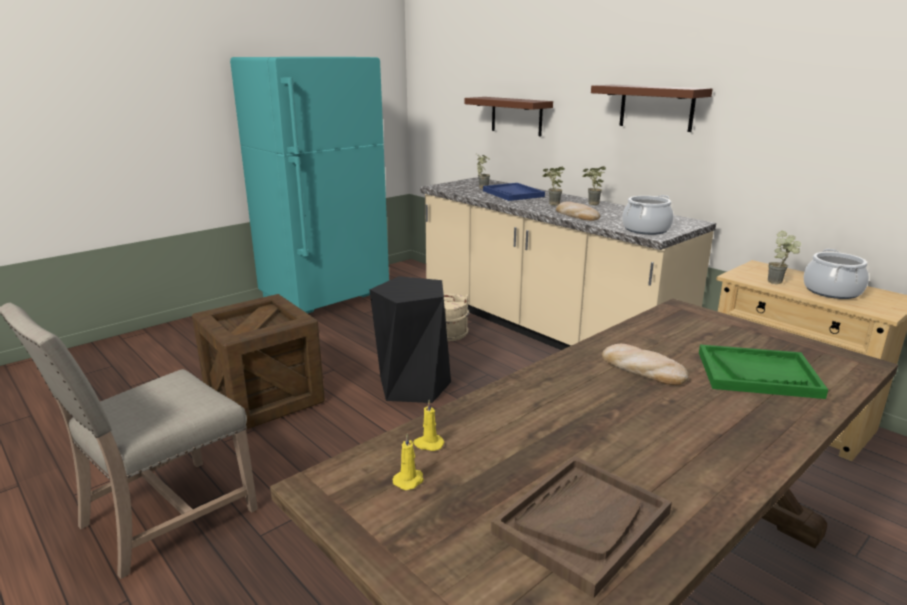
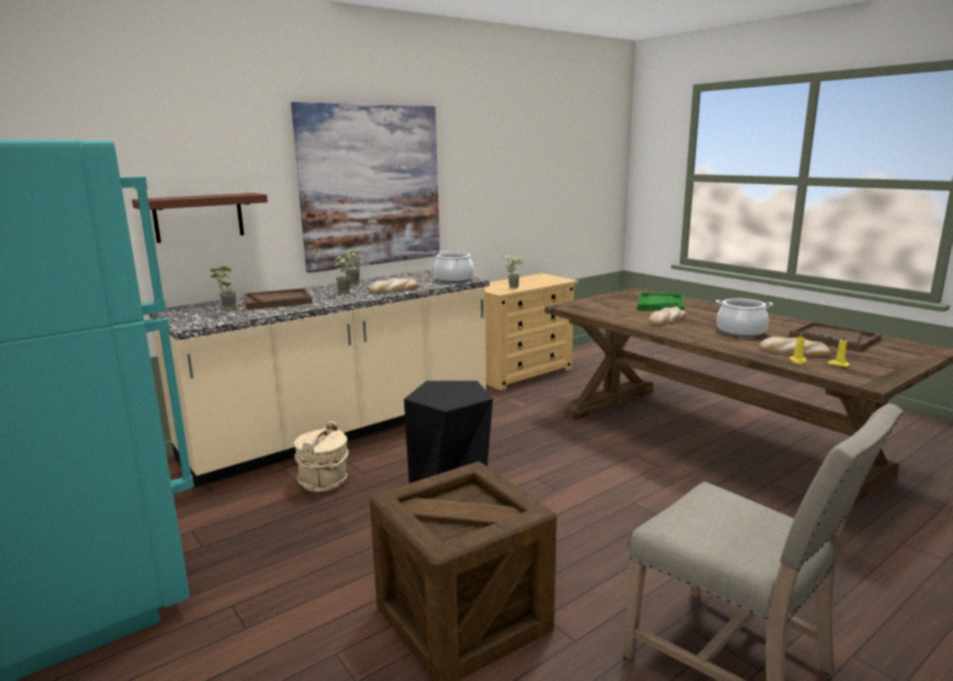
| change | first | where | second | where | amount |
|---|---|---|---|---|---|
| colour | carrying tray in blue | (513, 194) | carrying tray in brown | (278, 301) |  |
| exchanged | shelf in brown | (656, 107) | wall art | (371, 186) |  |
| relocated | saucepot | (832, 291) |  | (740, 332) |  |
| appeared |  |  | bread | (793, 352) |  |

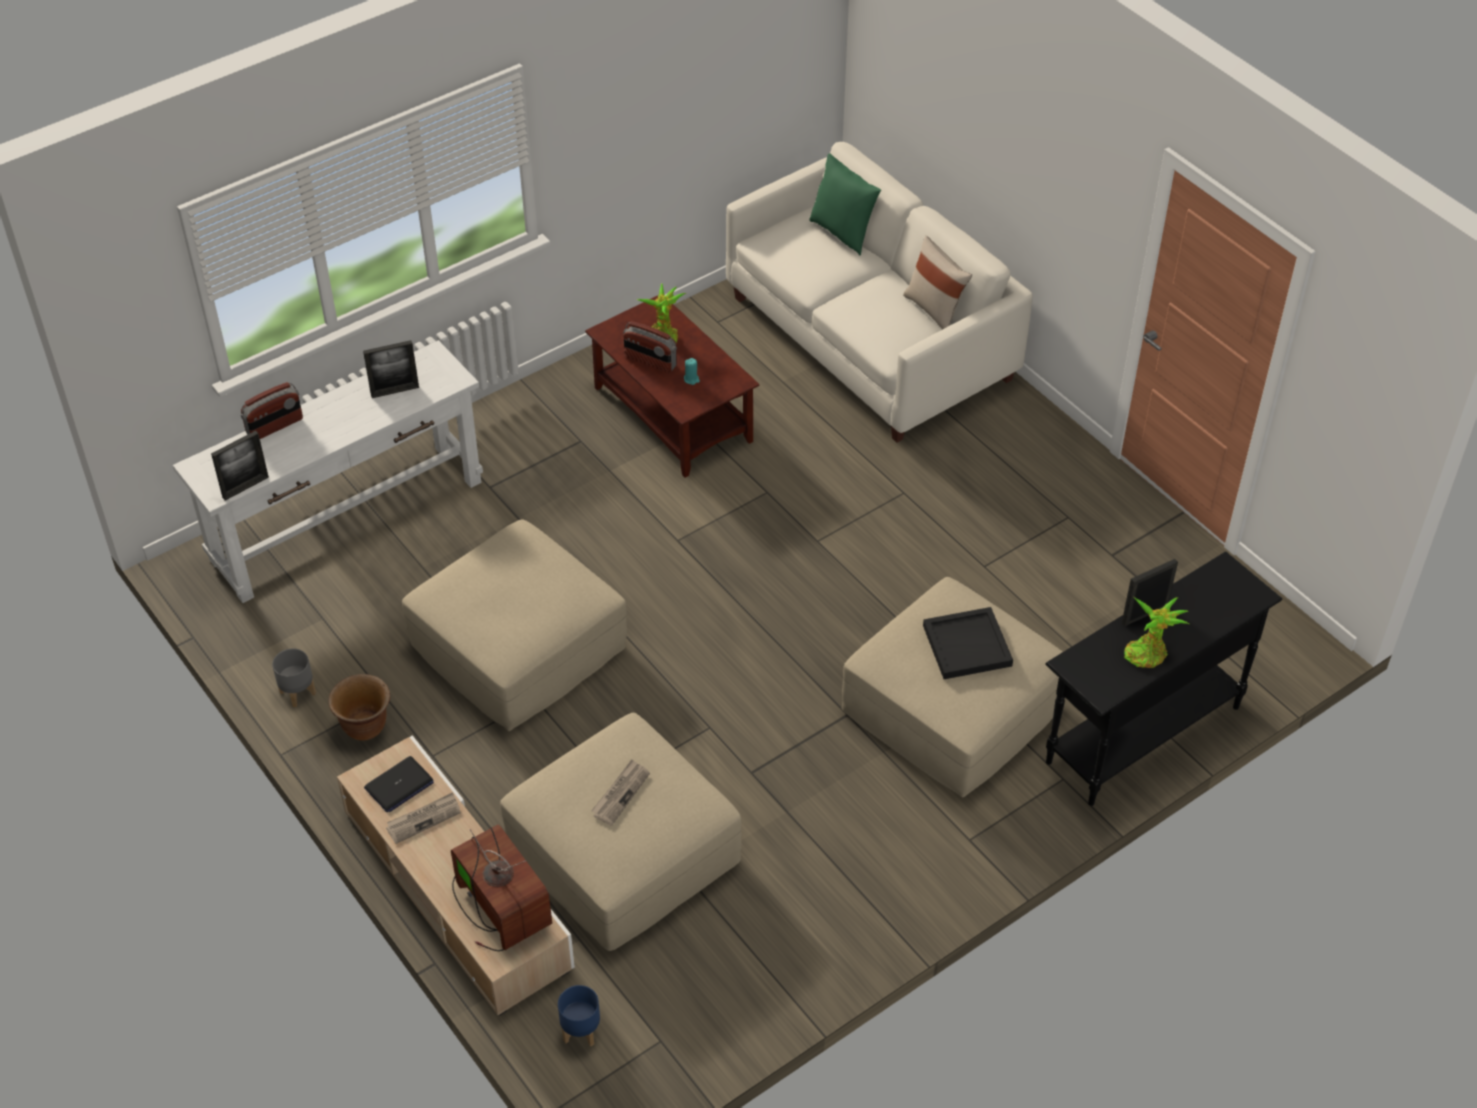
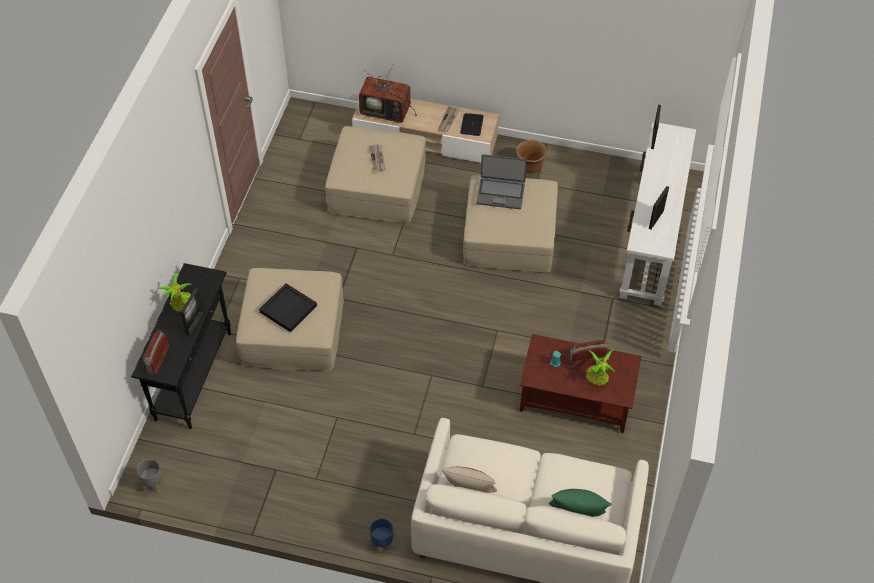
| change | first | where | second | where | amount |
|---|---|---|---|---|---|
| relocated | radio receiver | (275, 426) |  | (157, 360) |  |
| relocated | plant pot in gray | (297, 692) |  | (154, 484) |  |
| relocated | plant pot in blue | (581, 1031) |  | (382, 543) |  |
| appeared |  |  | portable computer | (500, 193) |  |

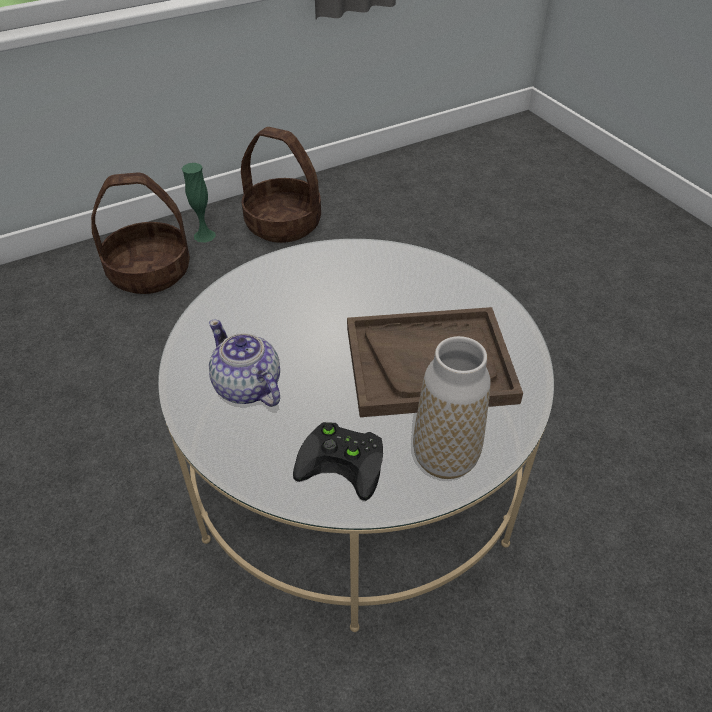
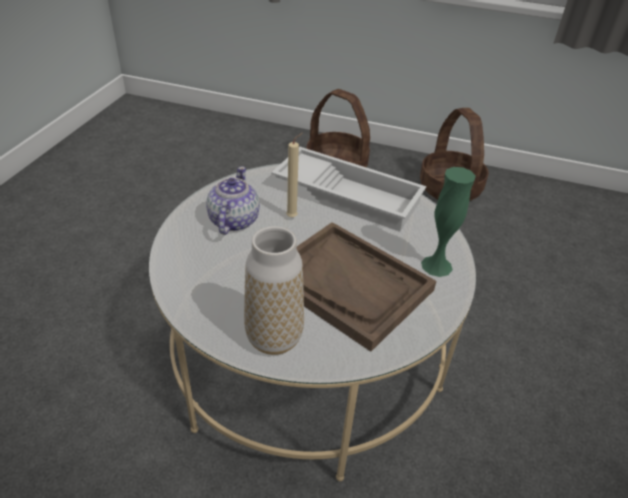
| change | first | where | second | where | amount |
|---|---|---|---|---|---|
| relocated | decorative vase in green-coloured | (204, 235) |  | (436, 266) |  |
| missing | game controller in black | (345, 461) |  |  |  |
| appeared |  |  | carrying tray in whitish | (349, 194) |  |
| appeared |  |  | wax candle in beige | (293, 217) |  |

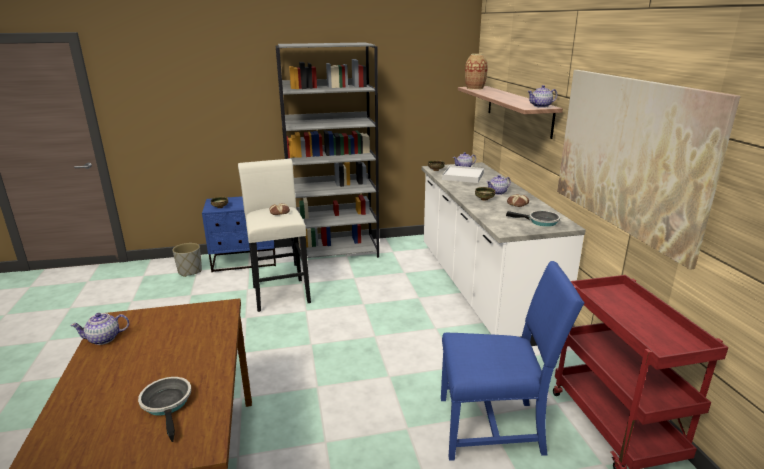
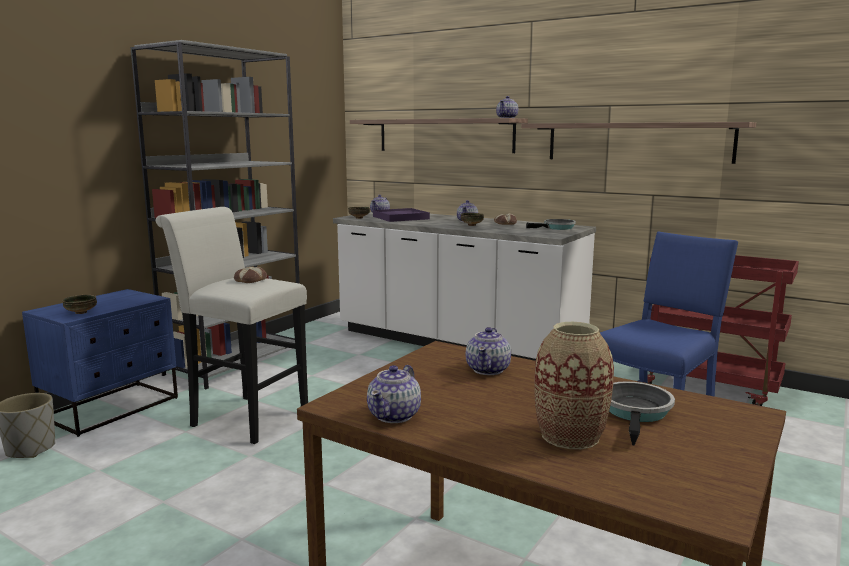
| change | first | where | second | where | amount |
|---|---|---|---|---|---|
| spun | skillet | (168, 404) |  | (636, 413) | 90 degrees clockwise |
| colour | carrying tray in whitish | (463, 176) | carrying tray in purplish | (400, 218) |  |
| relocated | decorative vase | (474, 88) |  | (569, 436) |  |
| exchanged | wall art | (628, 155) | shelf | (637, 142) |  |
| appeared |  |  | pot for tea | (488, 369) |  |

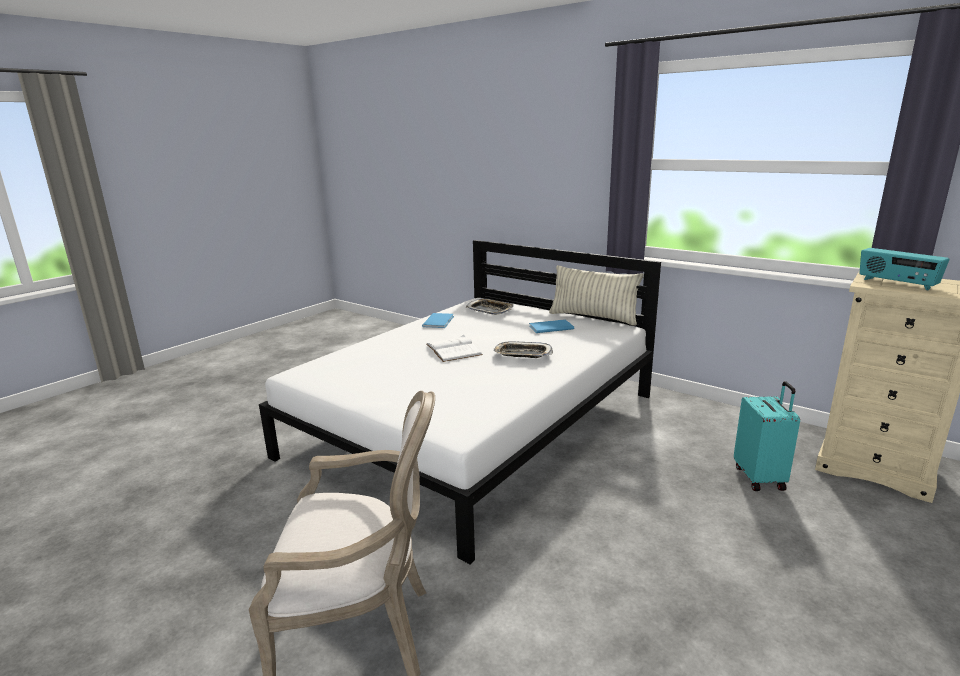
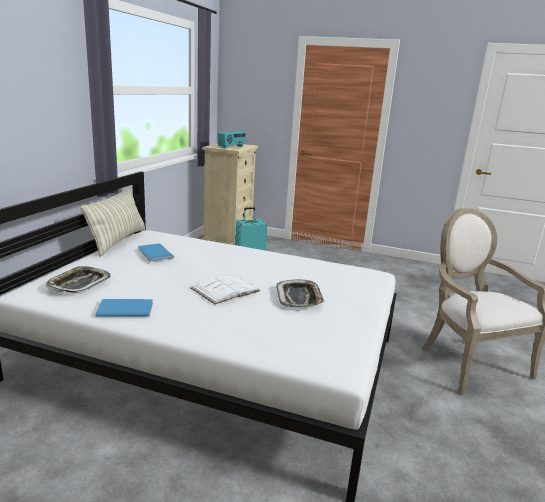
| change | first | where | second | where | amount |
|---|---|---|---|---|---|
| relocated | carrying tray | (522, 354) |  | (299, 298) |  |

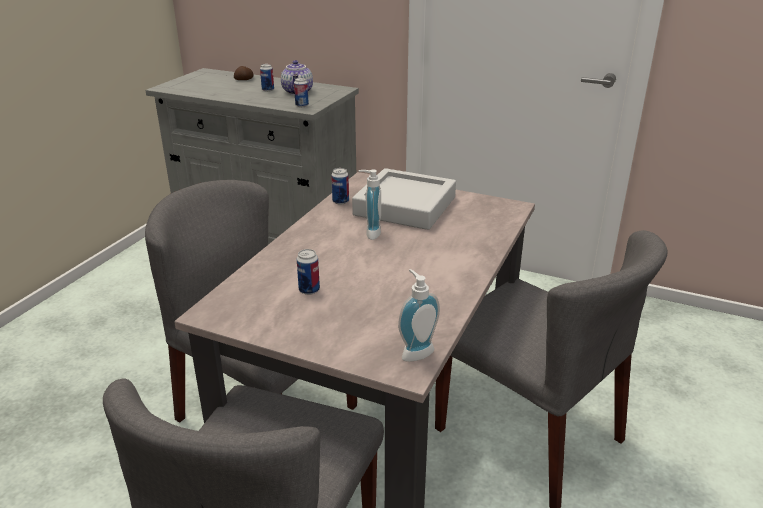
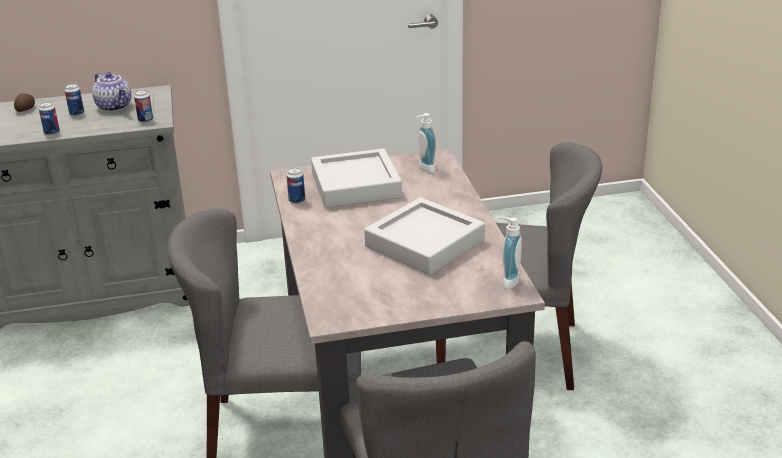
| change | first | where | second | where | amount |
|---|---|---|---|---|---|
| relocated | can | (309, 290) |  | (52, 133) |  |
| relocated | liquid soap bottle | (370, 233) |  | (424, 169) |  |
| appeared |  |  | carrying tray in gray | (425, 243) |  |

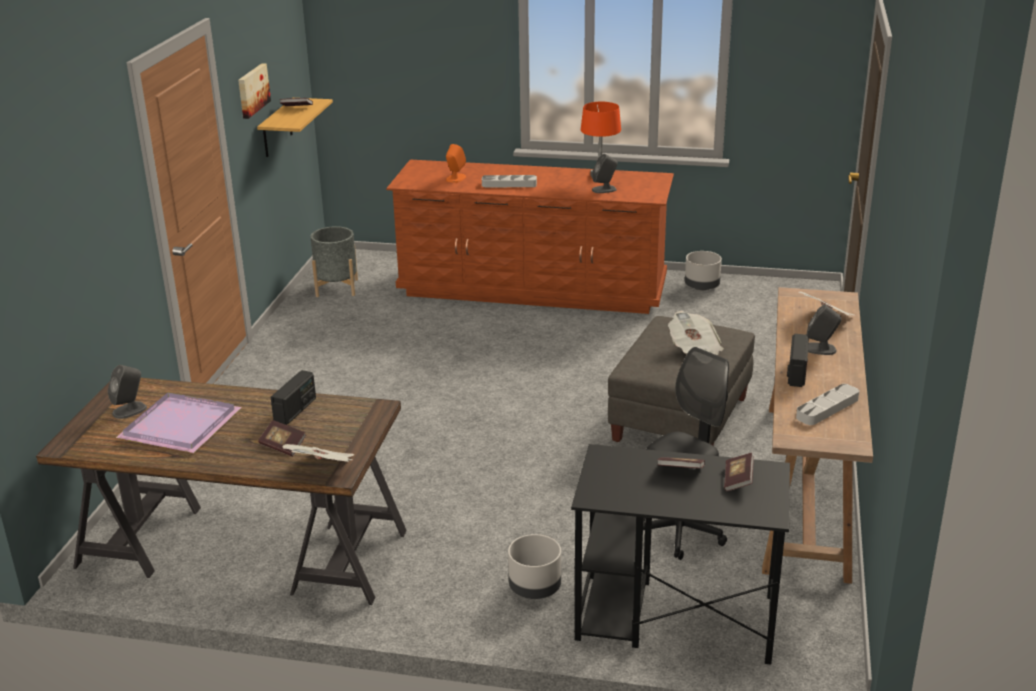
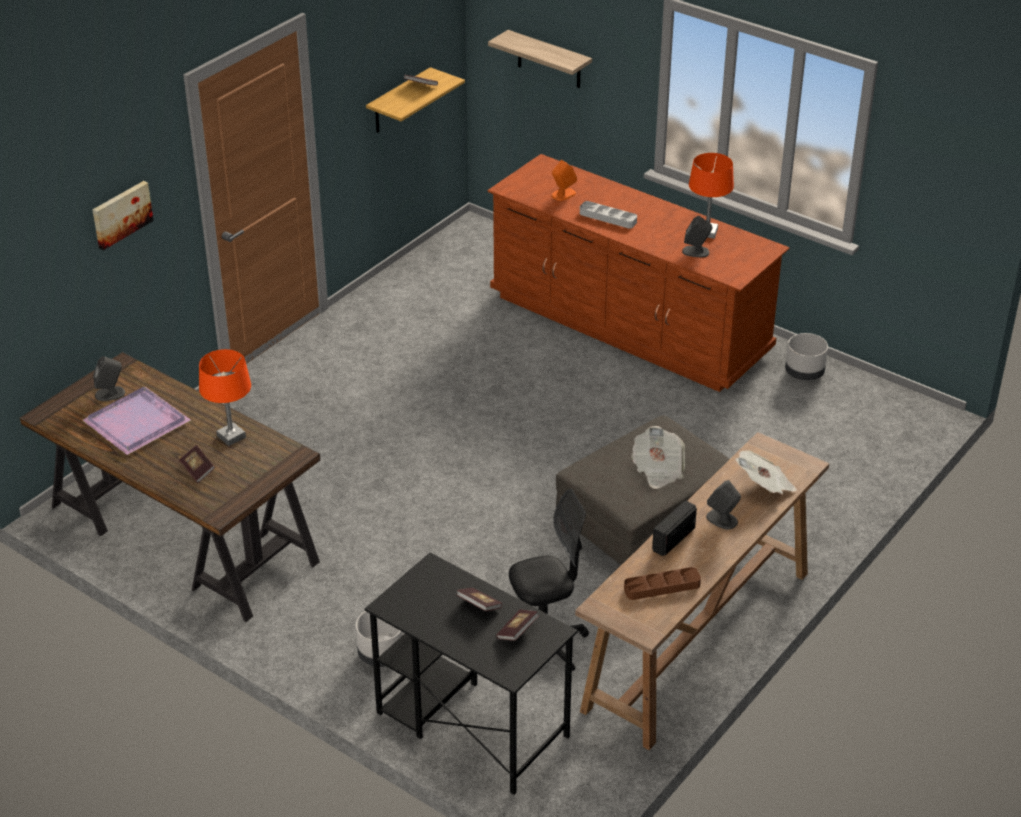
| change | first | where | second | where | amount |
|---|---|---|---|---|---|
| relocated | wall art | (252, 90) |  | (121, 214) |  |
| exchanged | radio receiver | (295, 410) | table lamp in orange | (231, 436) |  |
| missing | daily paper | (323, 468) |  |  |  |
| missing | plant pot in gray | (337, 288) |  |  |  |
| colour | carrying tray in gray | (827, 408) | carrying tray in brown | (662, 587) |  |
| appeared |  |  | shelf | (549, 60) |  |

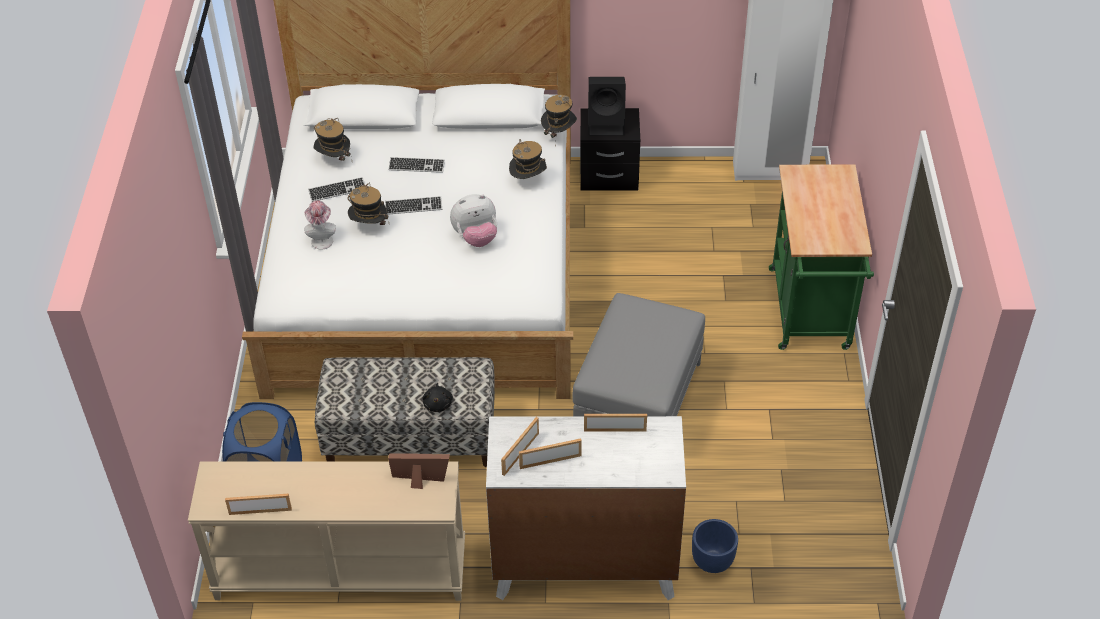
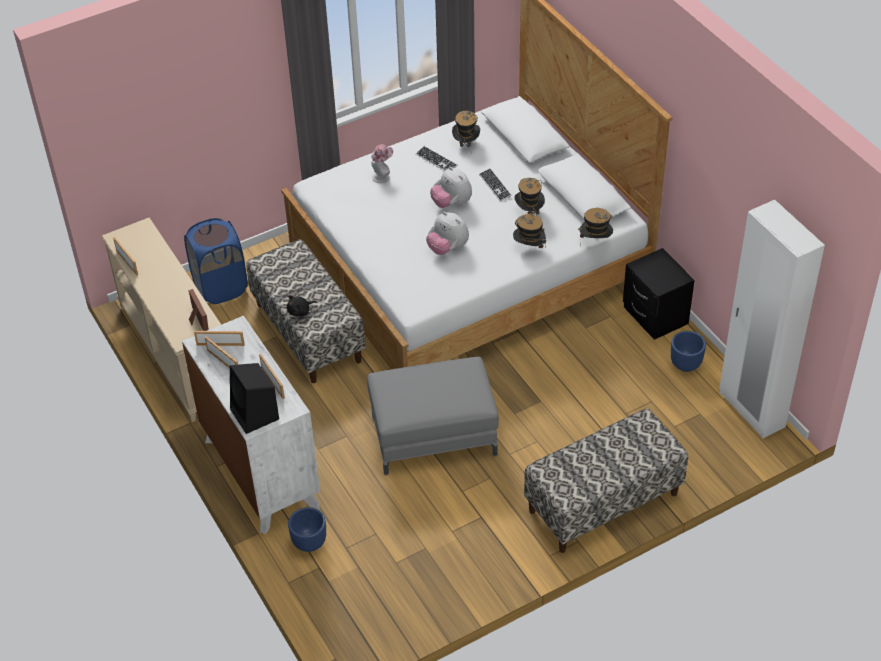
| change | first | where | second | where | amount |
|---|---|---|---|---|---|
| relocated | clothing hat | (369, 227) |  | (529, 212) |  |
| exchanged | keyboard | (413, 206) | cuddly toy | (451, 203) |  |
| relocated | loudspeaker in black | (607, 124) |  | (255, 415) |  |
| exchanged | cart in green-coloured | (810, 315) | indoor bench | (603, 503) |  |
| appeared |  |  | plant pot in blue | (685, 364) |  |

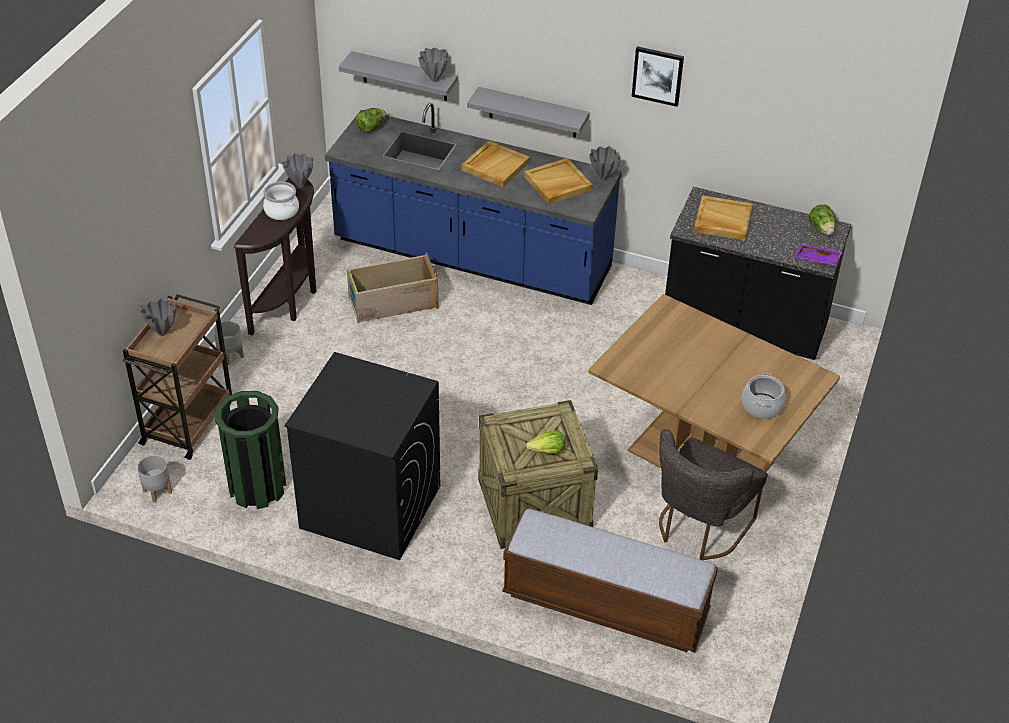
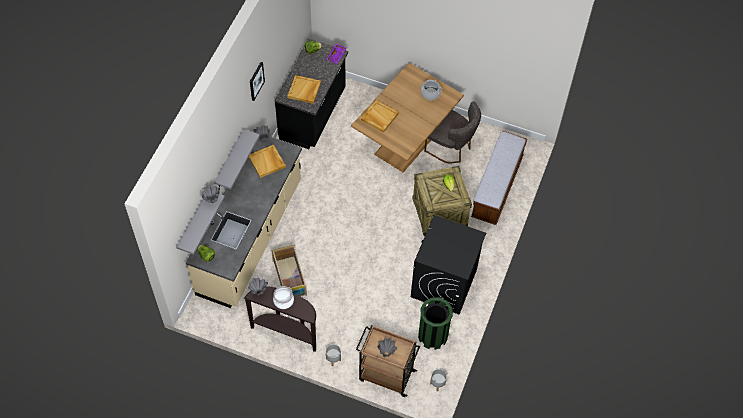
| change | first | where | second | where | amount |
|---|---|---|---|---|---|
| colour | counter in blue | (472, 257) | counter in beige | (250, 238) |  |
| relocated | carrying tray in beige | (495, 166) |  | (379, 117) |  |

